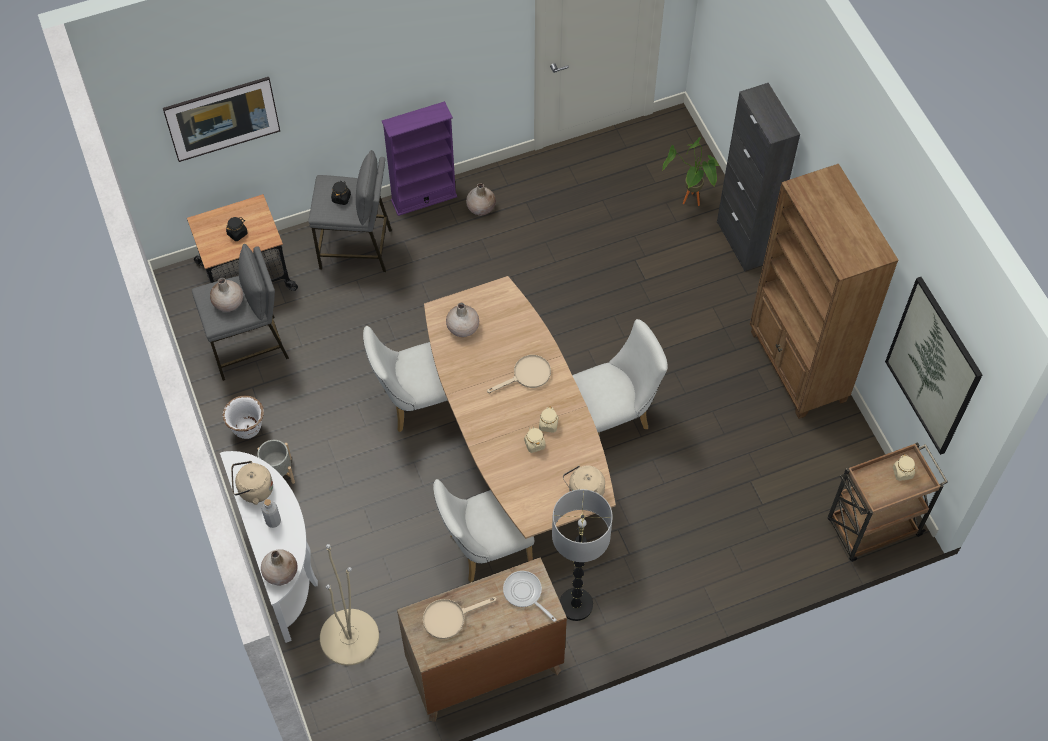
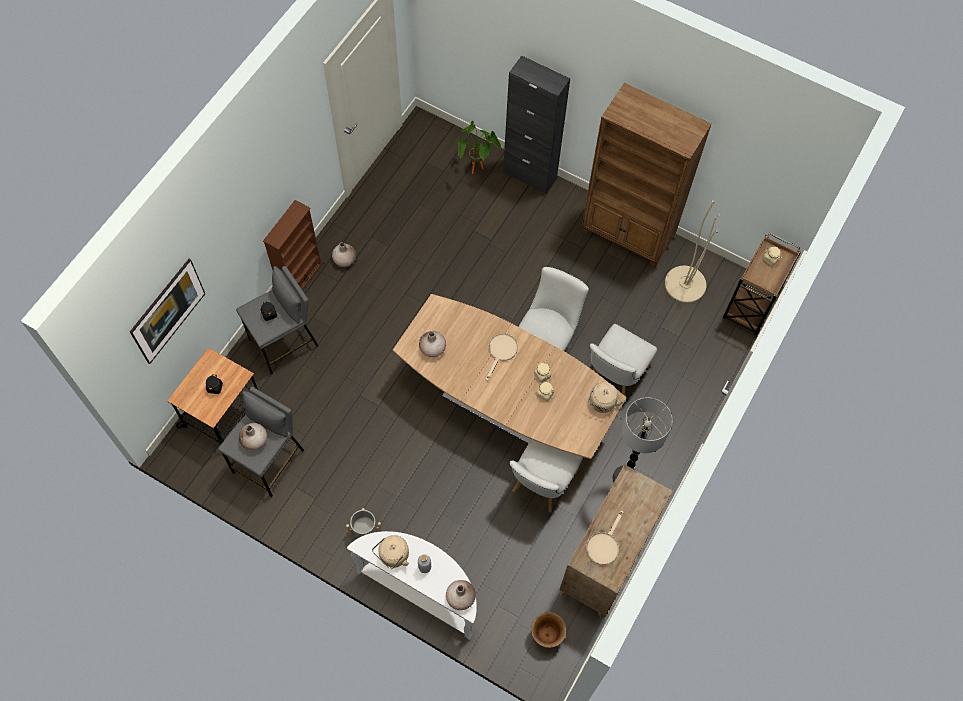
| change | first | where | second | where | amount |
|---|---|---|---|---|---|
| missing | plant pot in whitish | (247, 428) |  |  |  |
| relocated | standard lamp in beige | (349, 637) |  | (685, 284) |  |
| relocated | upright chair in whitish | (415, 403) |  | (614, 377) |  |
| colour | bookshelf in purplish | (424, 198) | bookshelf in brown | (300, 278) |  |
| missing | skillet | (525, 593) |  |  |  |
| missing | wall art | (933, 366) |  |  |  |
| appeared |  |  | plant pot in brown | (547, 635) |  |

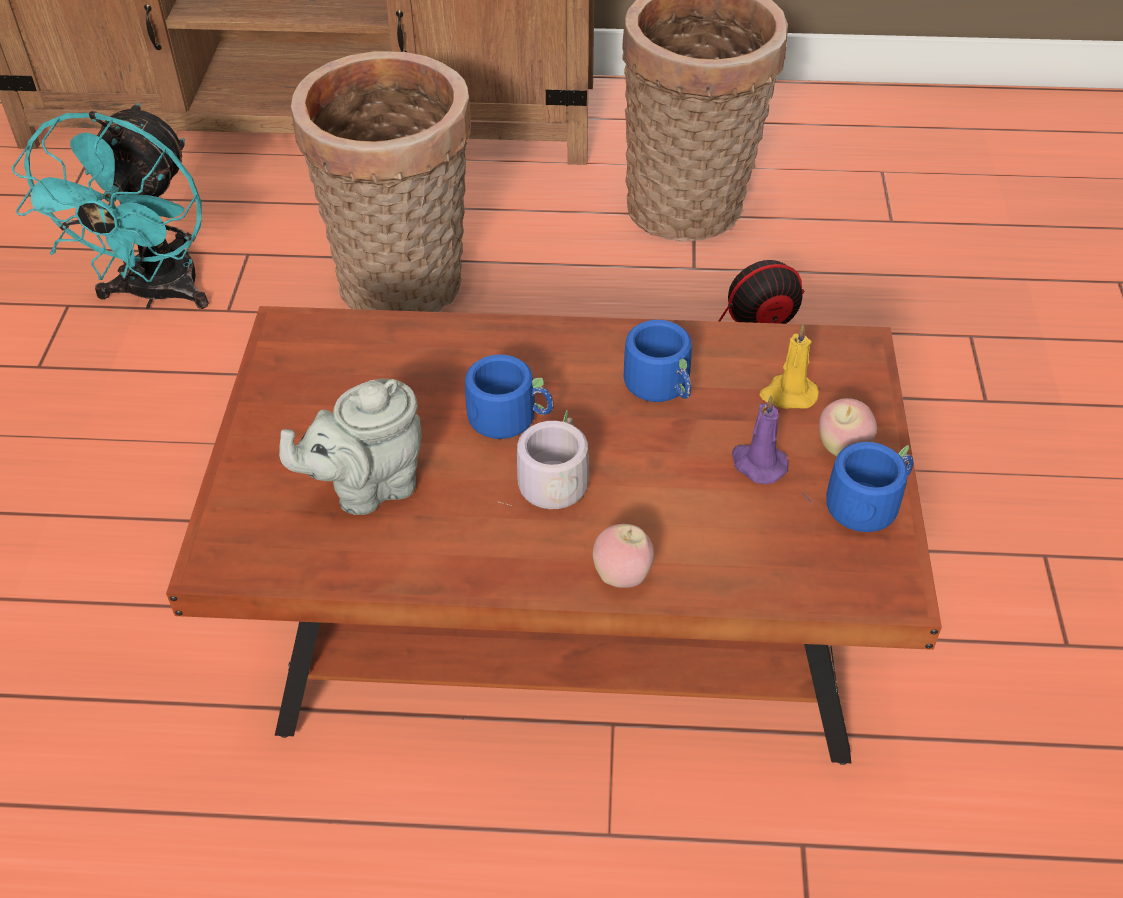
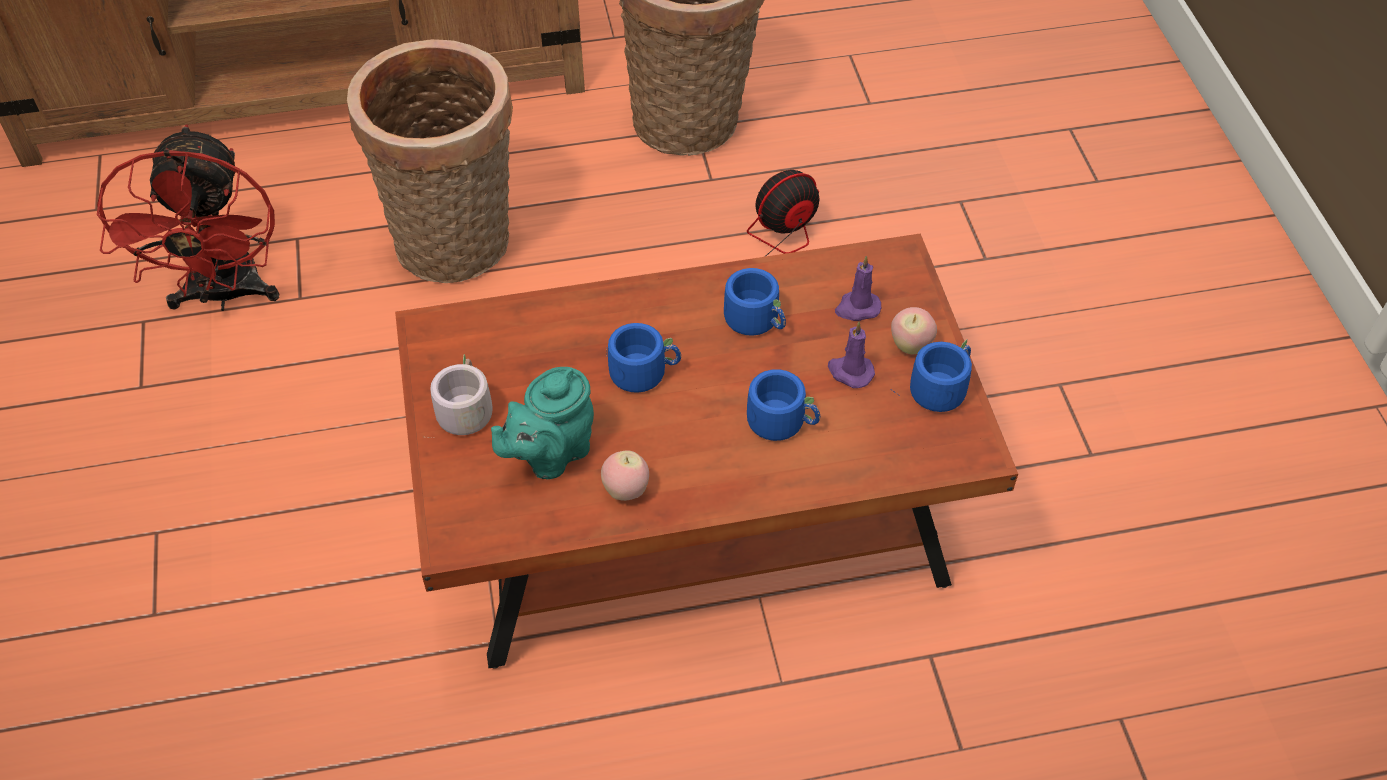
| change | first | where | second | where | amount |
|---|---|---|---|---|---|
| colour | fan in turquoise | (155, 295) | fan in reddish | (224, 295) |  |
| colour | pot for tea in gray | (368, 487) | pot for tea in turquoise | (550, 454) |  |
| relocated | tea mug in gray | (552, 479) |  | (462, 409) |  |
| relocated | apple fruit | (622, 576) |  | (626, 490) |  |
| colour | wax candle in yellow | (788, 394) | wax candle in purplish | (857, 308) |  |
| appeared |  |  | tea mug in blue | (783, 420) |  |

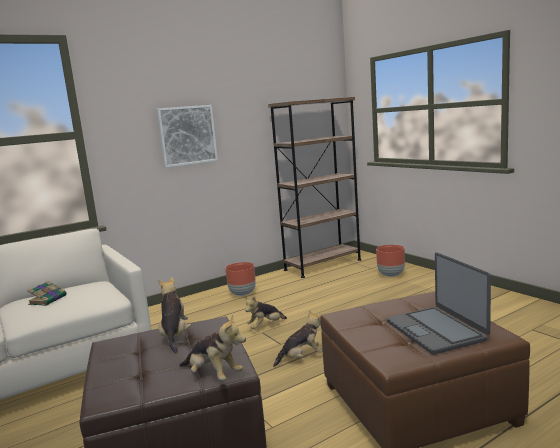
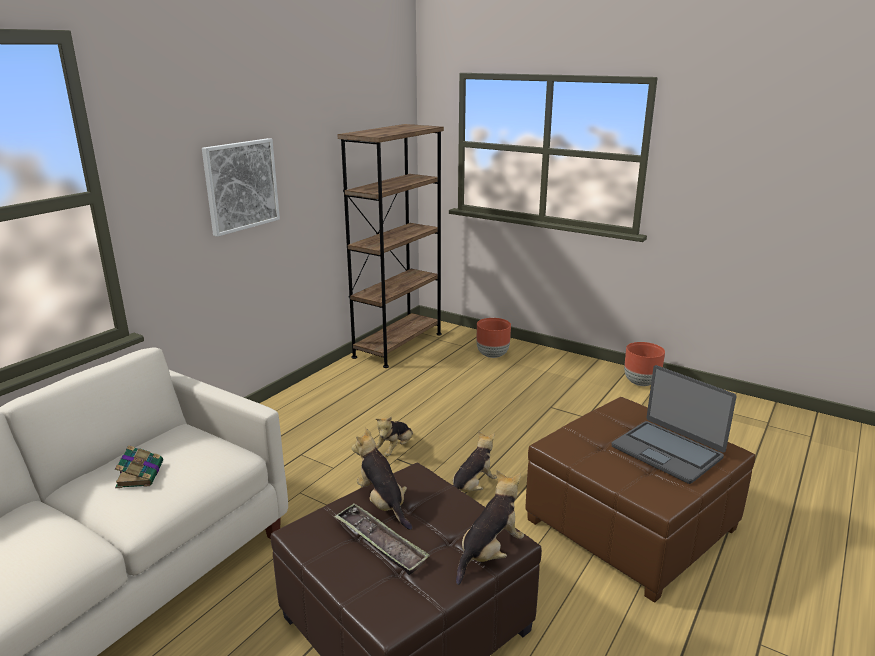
| change | first | where | second | where | amount |
|---|---|---|---|---|---|
| spun | cuddly toy | (213, 375) |  | (489, 553) | 60 degrees counterclockwise |
| relocated | plant pot in brown | (242, 294) |  | (640, 383) |  |
| appeared |  |  | carrying tray | (380, 543) |  |

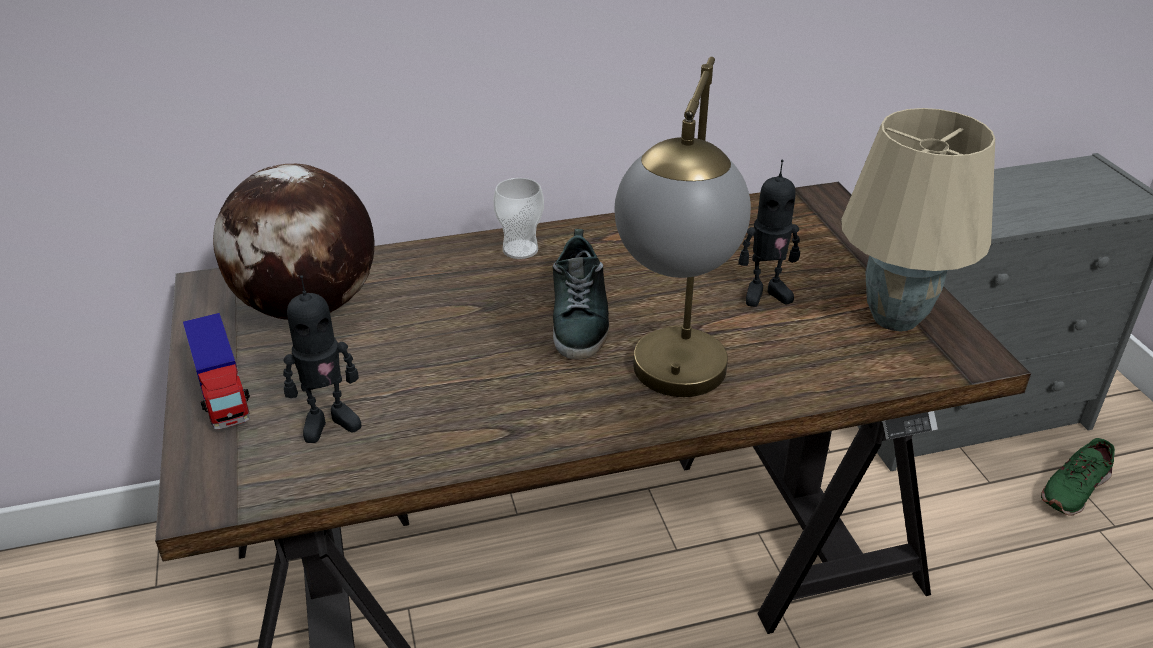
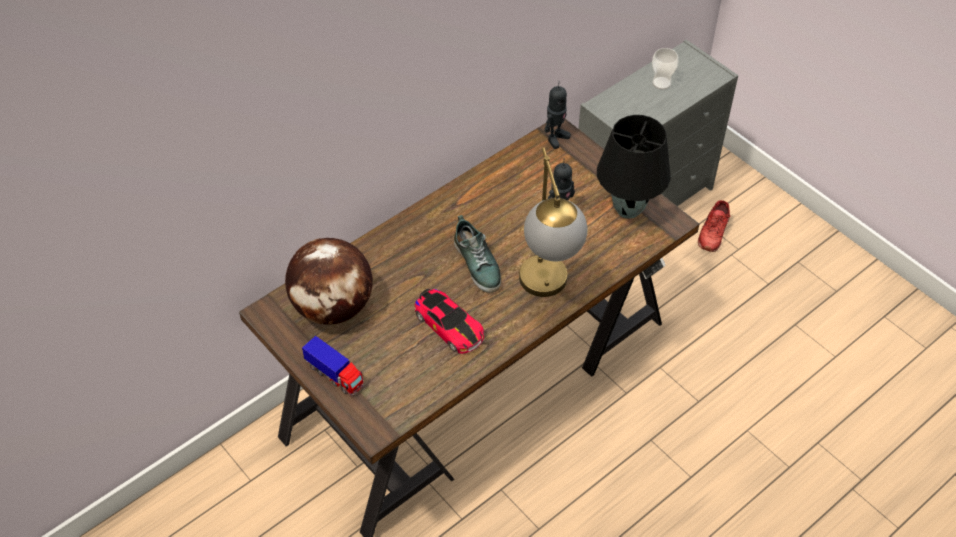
| change | first | where | second | where | amount |
|---|---|---|---|---|---|
| relocated | toy robot | (329, 422) |  | (555, 138) |  |
| relocated | drinking cup | (520, 249) |  | (661, 83) |  |
| colour | table lamp in beige | (896, 317) | table lamp in black | (628, 209) |  |
| colour | shoe in green-coloured | (1074, 488) | shoe in reddish | (713, 232) |  |
| appeared |  |  | miniature car | (449, 325) |  |

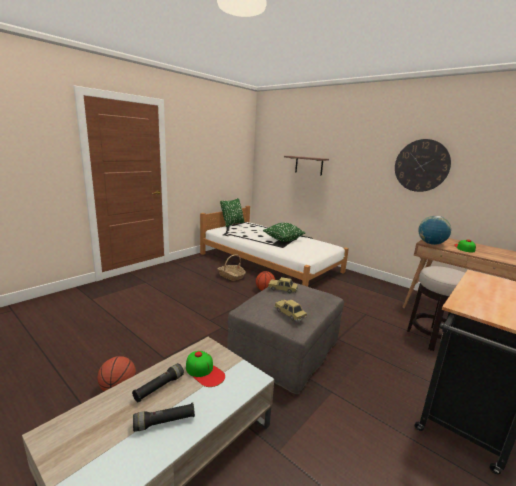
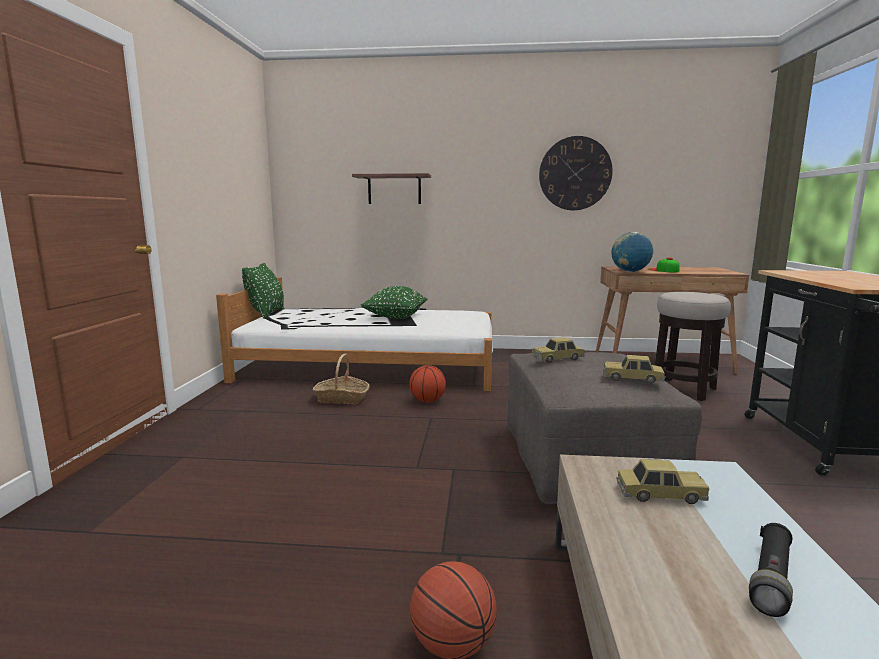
| change | first | where | second | where | amount |
|---|---|---|---|---|---|
| missing | hand torch in black | (159, 387) |  |  |  |
| exchanged | baseball cap | (204, 372) | miniature car | (660, 494) |  |

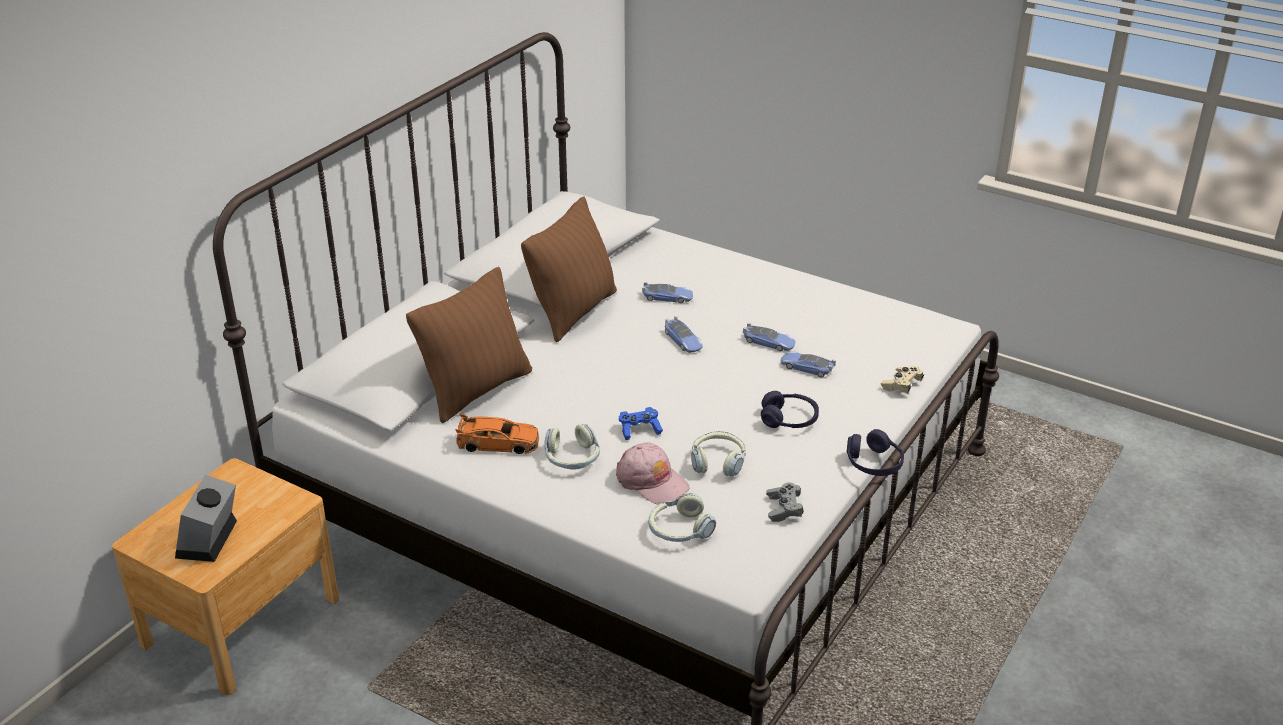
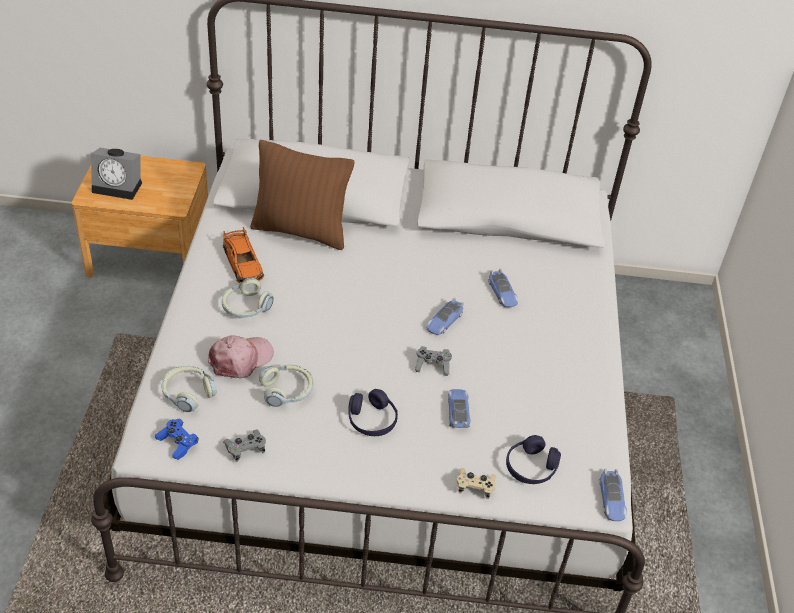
| change | first | where | second | where | amount |
|---|---|---|---|---|---|
| spun | alarm clock | (209, 541) |  | (119, 186) | 150 degrees counterclockwise |
| missing | throw pillow in brown | (573, 312) |  |  |  |
| spun | baseball cap in pink | (651, 481) |  | (241, 359) | 150 degrees counterclockwise |
| relocated | game controller in blue | (639, 430) |  | (177, 443) |  |
| relocated | miniature car | (769, 342) |  | (611, 499) |  |
| relocated | headphones in purplish | (873, 463) |  | (531, 467) |  |
| appeared |  |  | game controller in gray | (432, 366) |  |

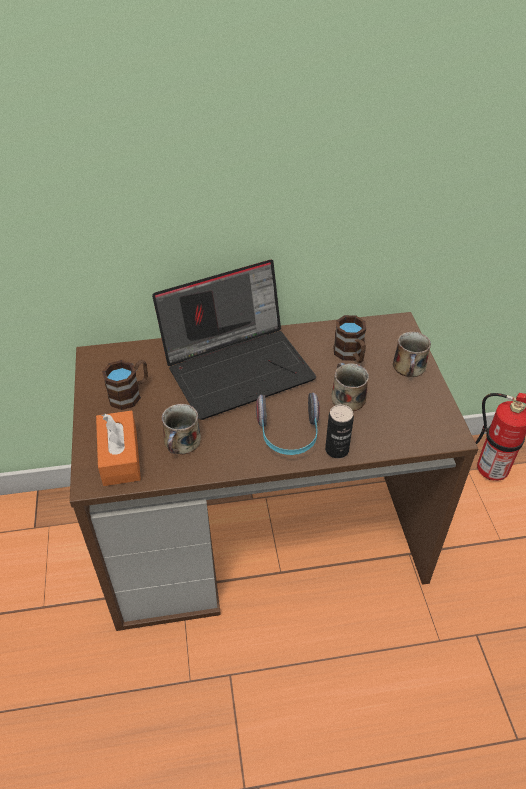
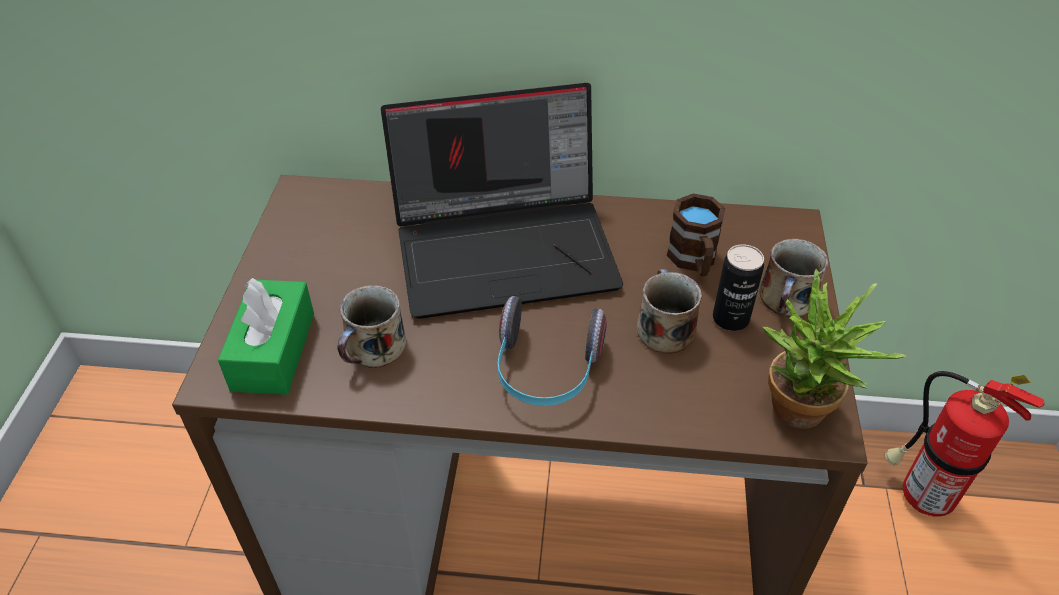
| change | first | where | second | where | amount |
|---|---|---|---|---|---|
| colour | tissue box in orange | (120, 457) | tissue box in green-coloured | (273, 351) |  |
| missing | tea mug in brown | (130, 394) |  |  |  |
| relocated | can | (337, 450) |  | (730, 318) |  |
| appeared |  |  | houseplant | (802, 417) |  |

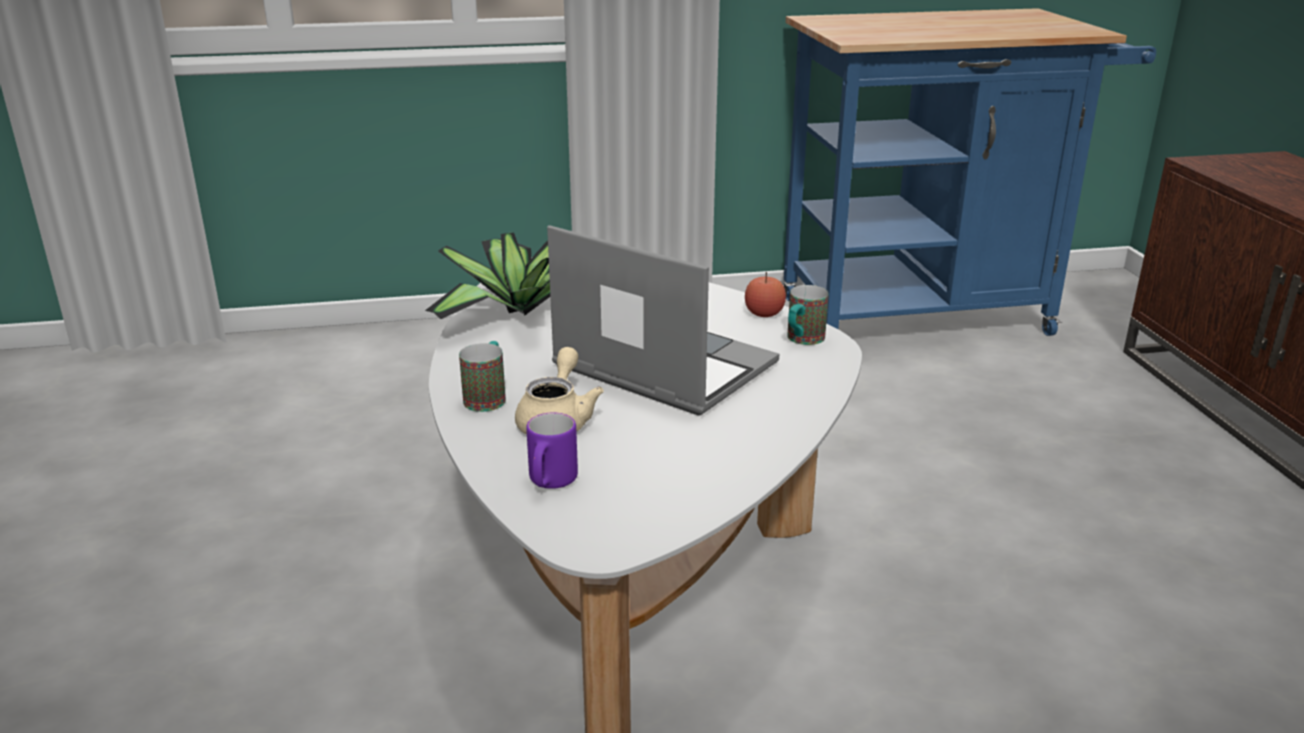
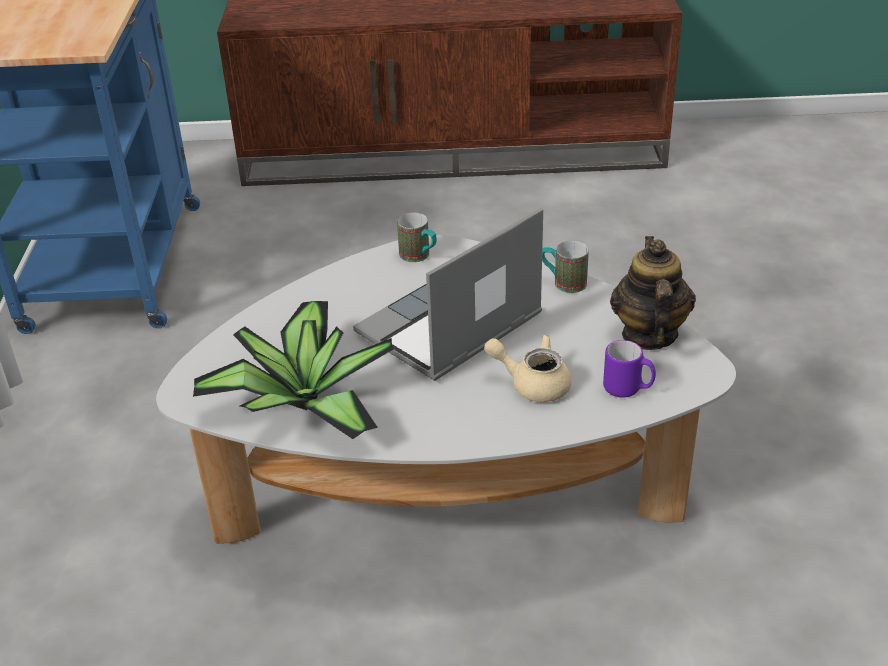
| change | first | where | second | where | amount |
|---|---|---|---|---|---|
| relocated | tea mug | (488, 397) |  | (563, 283) |  |
| missing | apple fruit | (764, 313) |  |  |  |
| appeared |  |  | pot for tea | (648, 335) |  |

